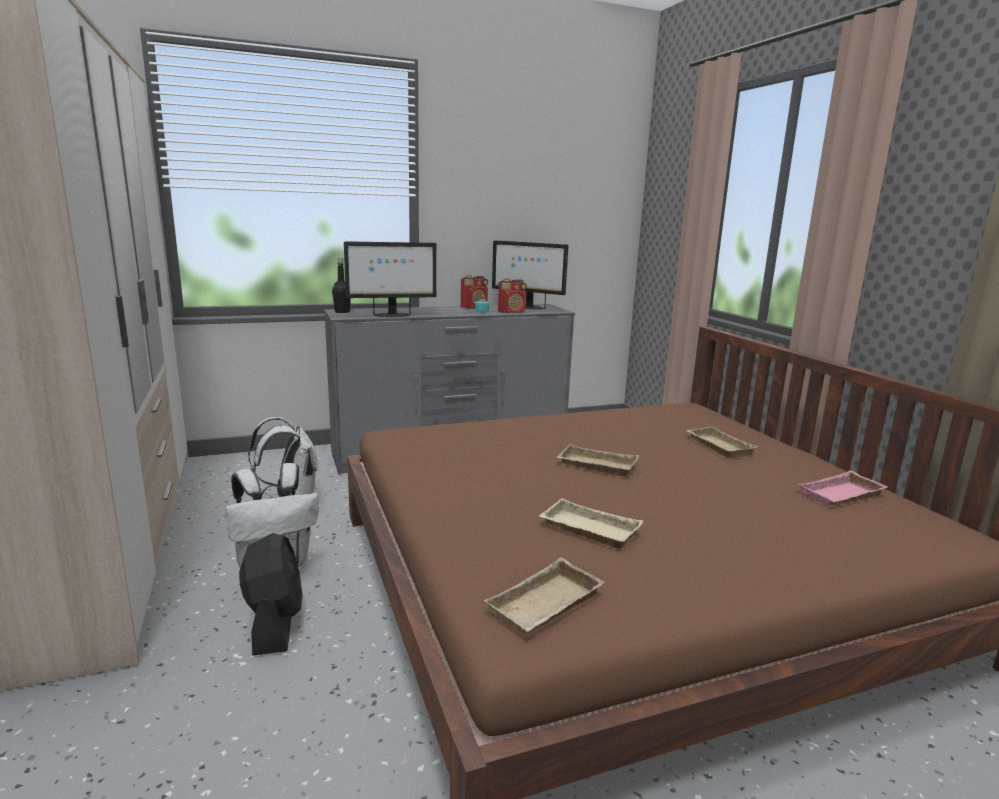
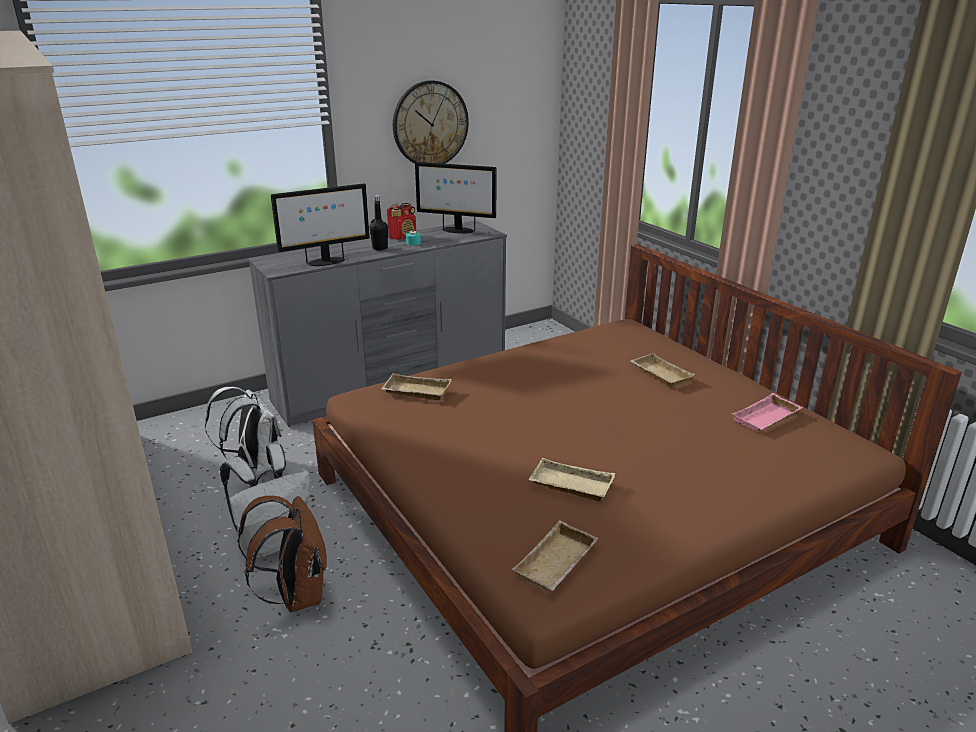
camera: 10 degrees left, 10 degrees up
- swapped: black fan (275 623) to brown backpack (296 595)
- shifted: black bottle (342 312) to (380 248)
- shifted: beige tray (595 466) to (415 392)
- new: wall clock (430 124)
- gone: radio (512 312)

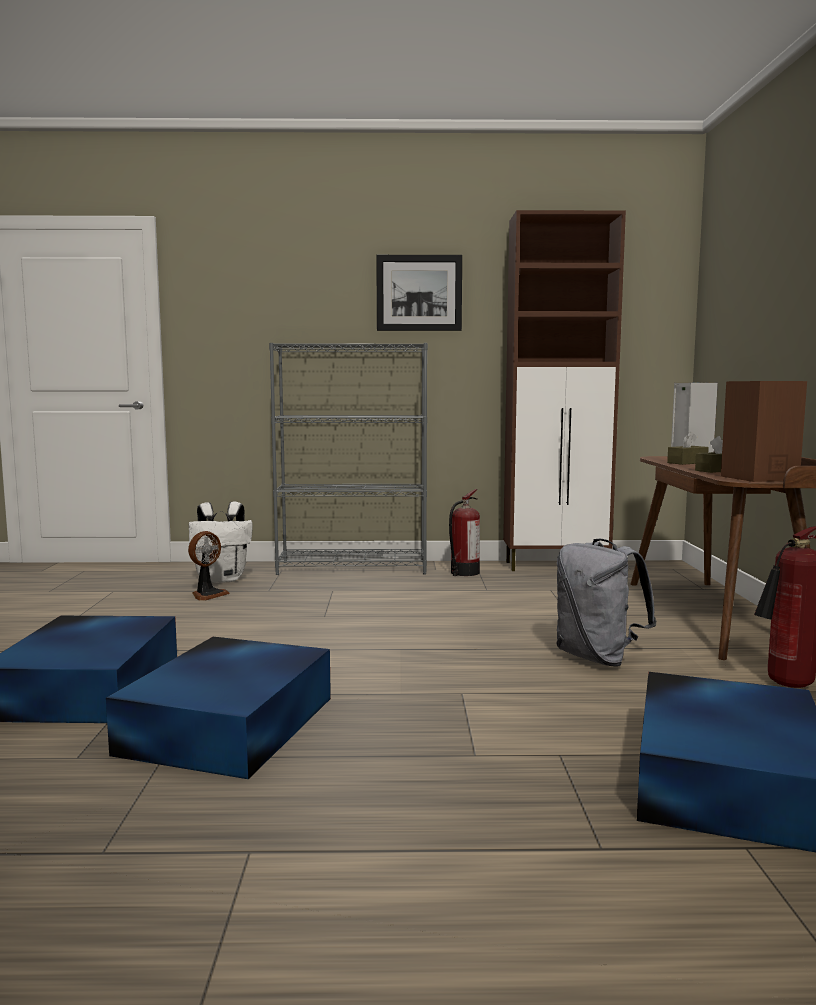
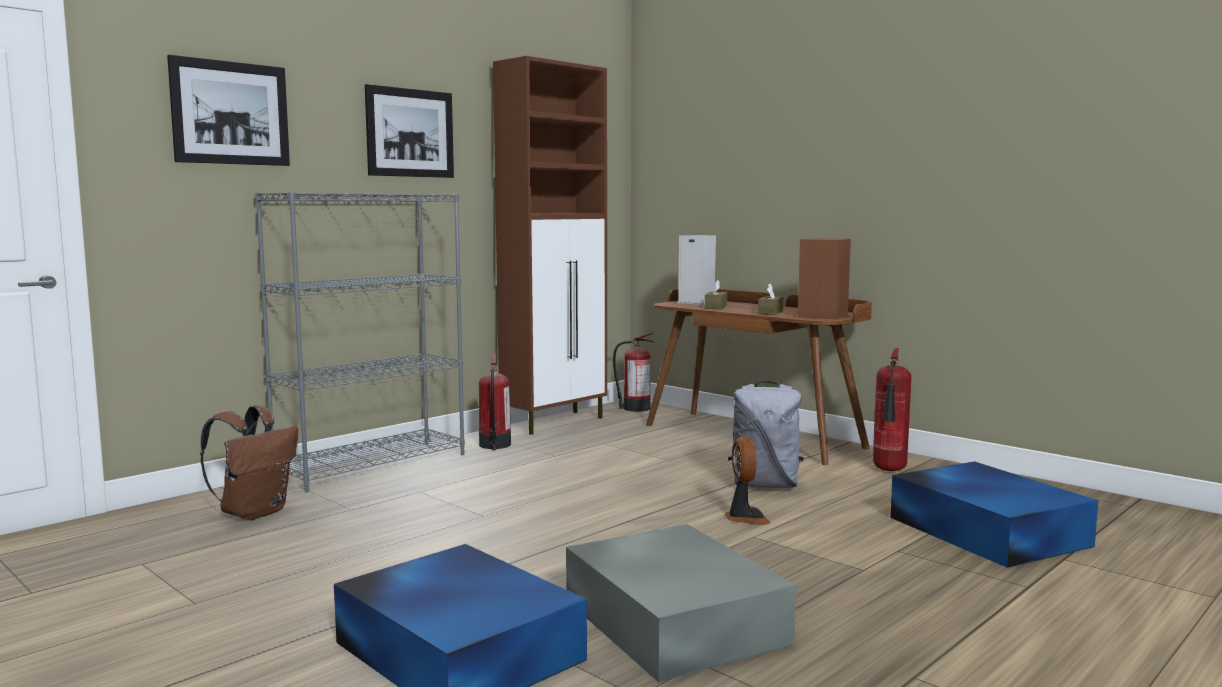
camera: 45 degrees left, 0 degrees up
- new: picture (230 113)
- repainted: white backpack (222 579) to brown backpack (254 512)
- repainted: blue storage box (231 724) to grey storage box (673 619)
- new: fire extinguisher (635 408)
- shifted: fan (207 595) to (745 517)

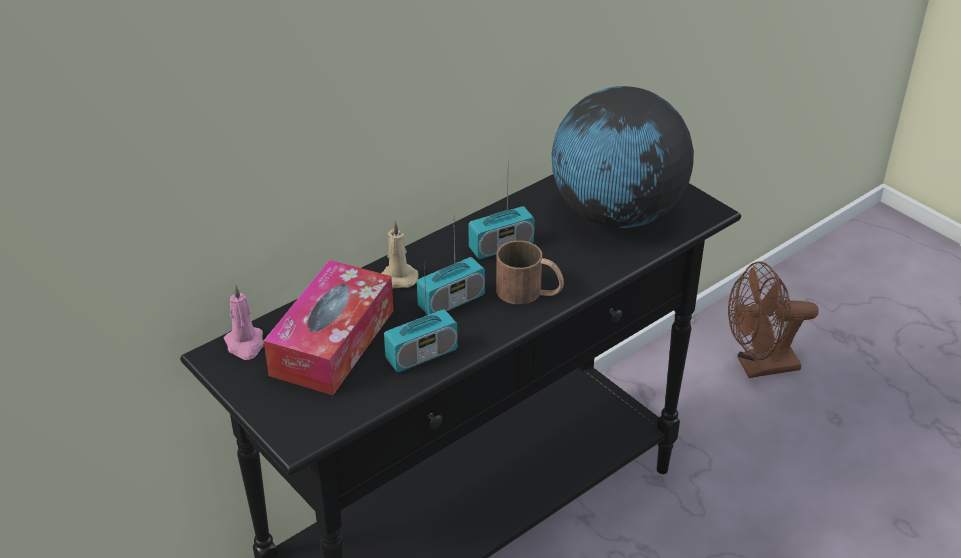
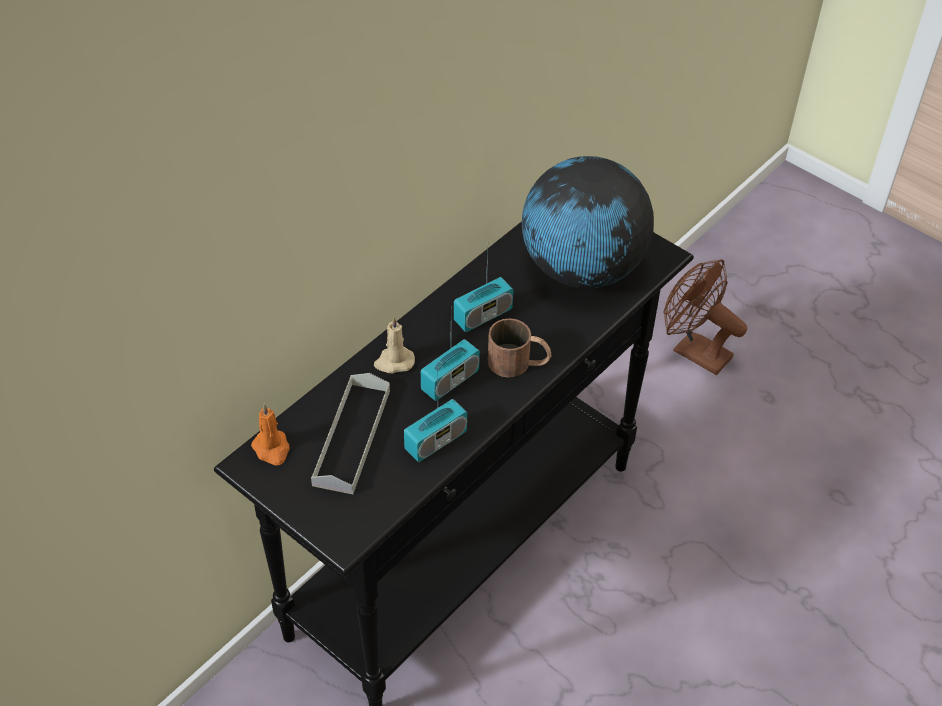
camera: 10 degrees left, 10 degrees up
- repainted: pink candle (245 345) to orange candle (272 449)
- swapped: tissue box (333 342) to grey tray (352 437)
- rotated: brown fan (759 366) = (694 351) 60 degrees clockwise

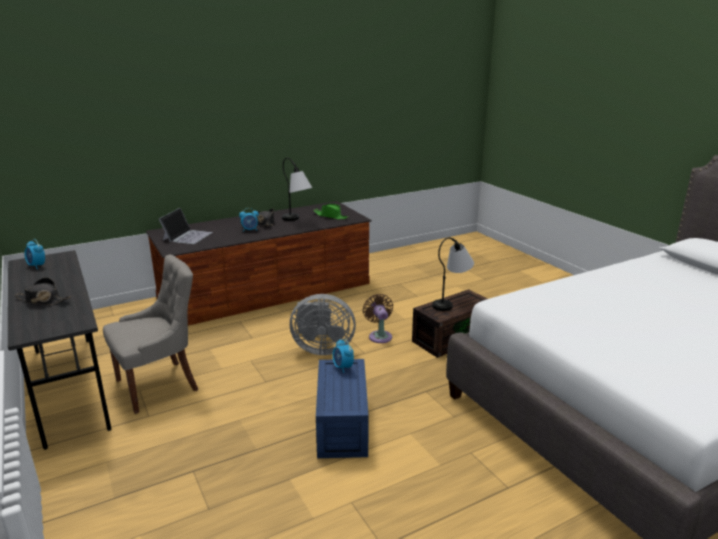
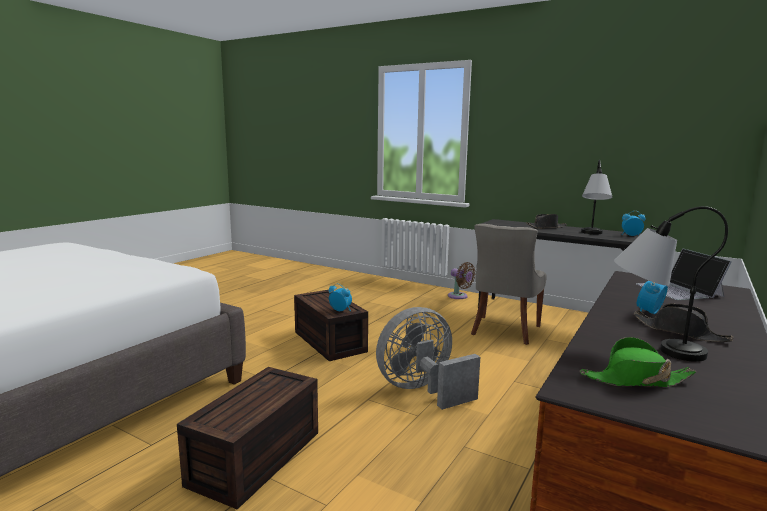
camera: 150 degrees right, 10 degrees down
- repainted: blue storage box (343 426) to brown storage box (328 341)
- shifted: brown fan (379 336) to (459 296)
- shifted: table lamp (452 302) to (591 234)

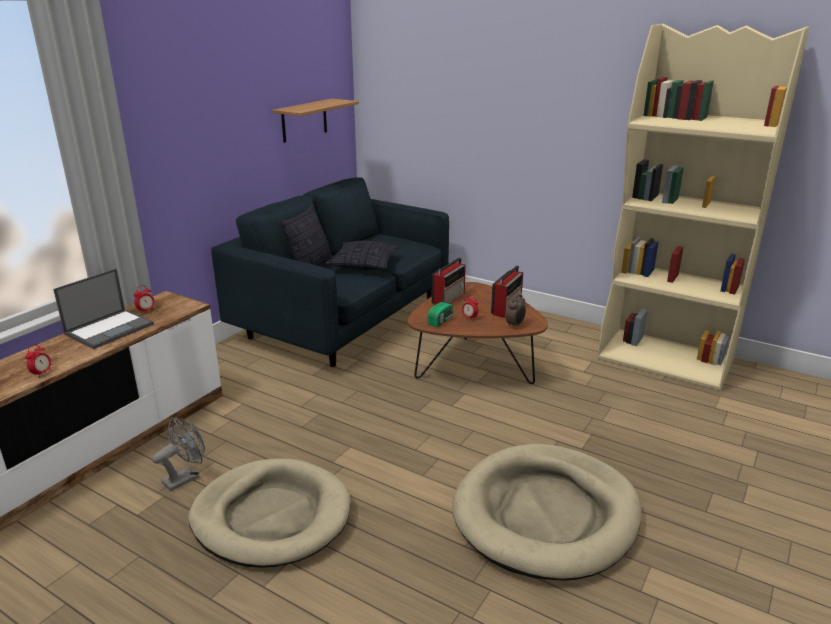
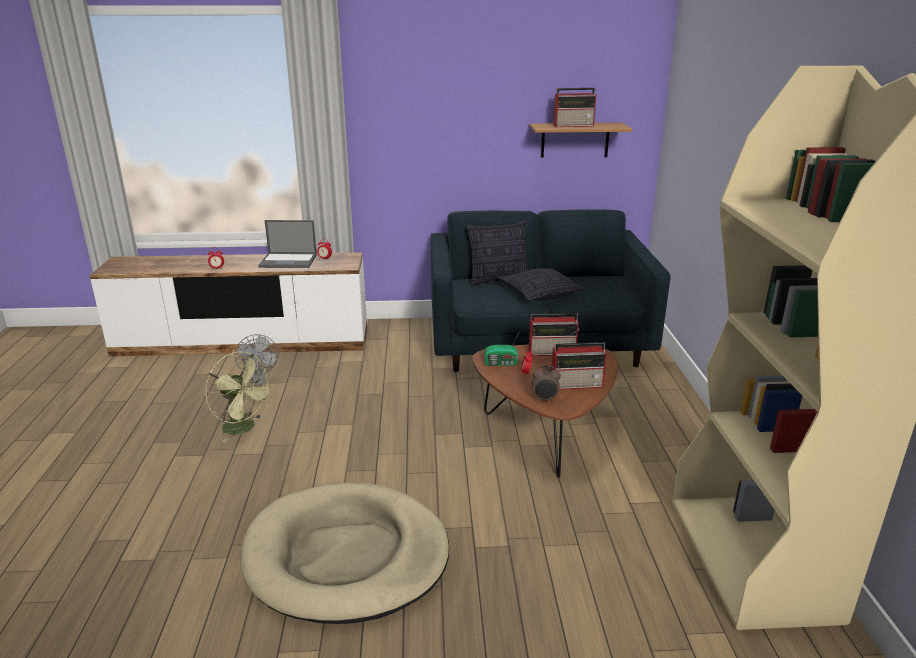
camera: 55 degrees right, 0 degrees up
- swapped: beige dog bed (271 516) to green fan (244 428)
- rotated: grey fan (185 477) = (260 381) 60 degrees clockwise
- new: radio (574 125)

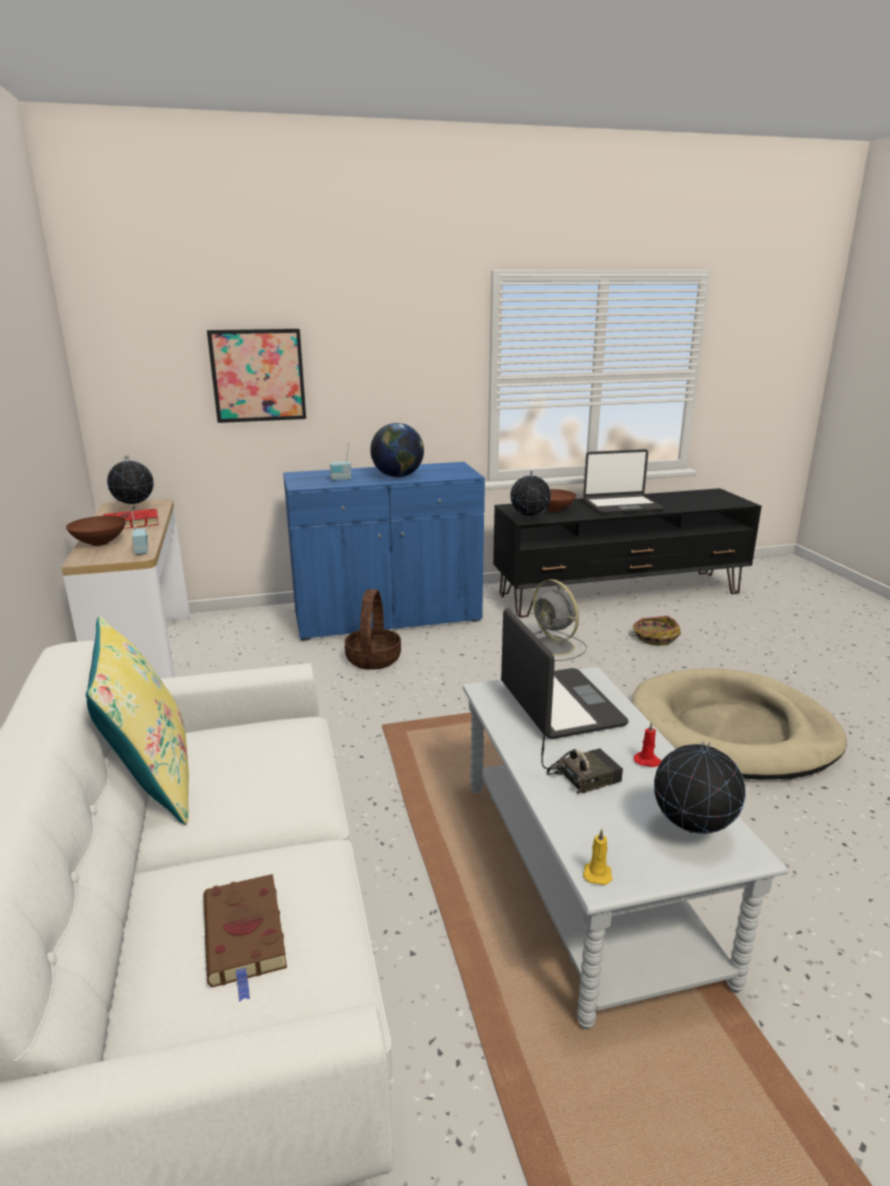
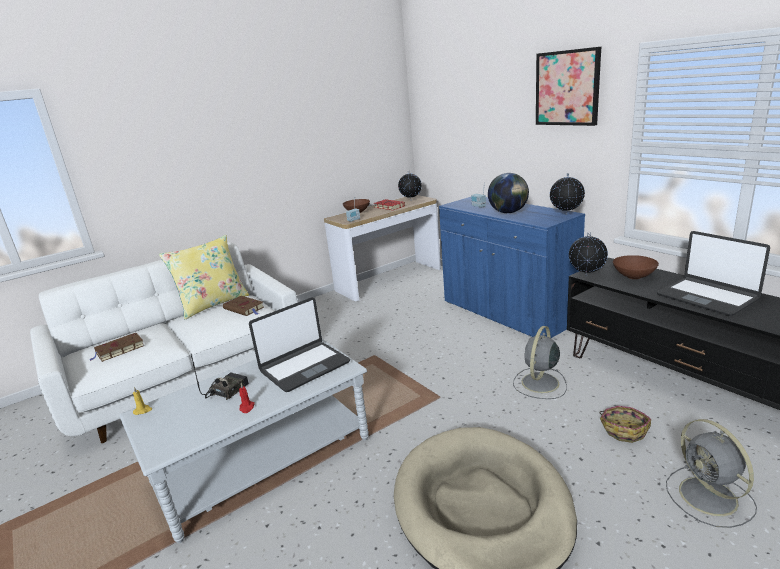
camera: 70 degrees right, 0 degrees up
- rotated: radio (583 776) = (227 390) 105 degrees counterclockwise
- new: brown book (245 308)
- shifted: picture (258 375) to (567 88)
- shifted: globe (692 833) to (566 214)
- new: grey fan (710 498)
- gone: basket (373 658)

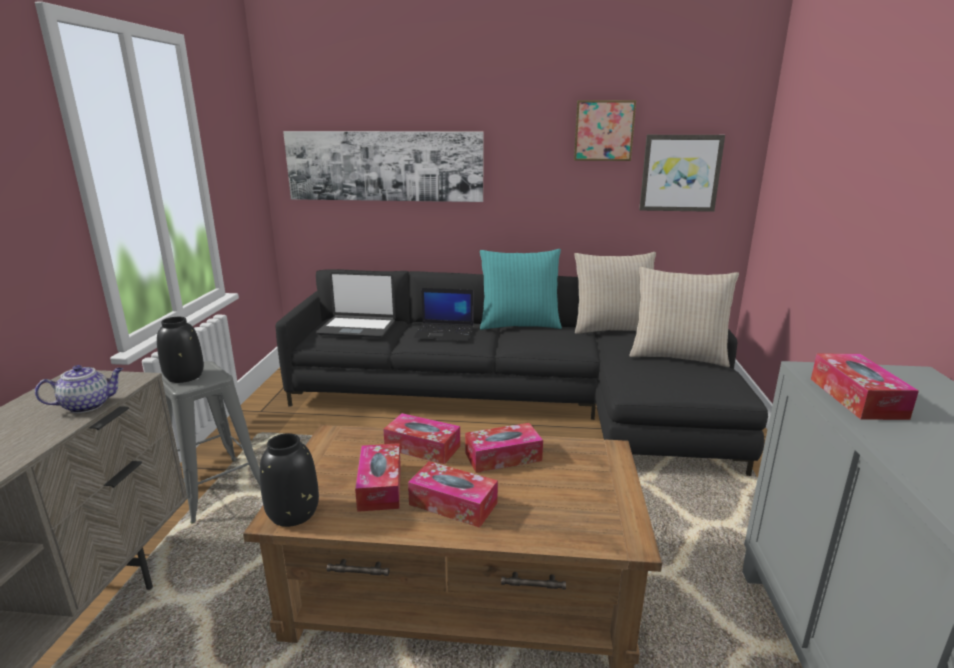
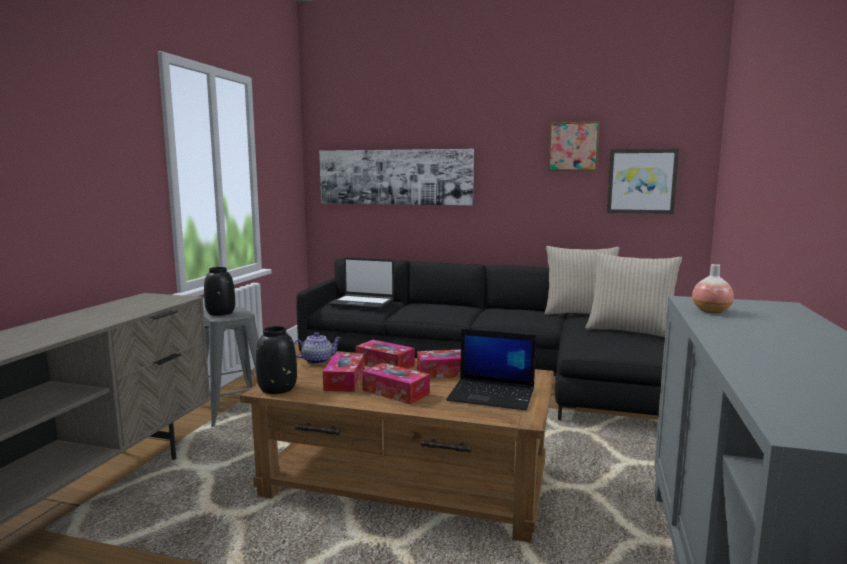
camera: 10 degrees right, 10 degrees down
- shifted: teapot (88 405) to (317 360)
- shifted: laptop (445 332) to (493 395)
- swapped: tissue box (856 398) to vase (711 311)
- gone: turquoise pillow (519 325)

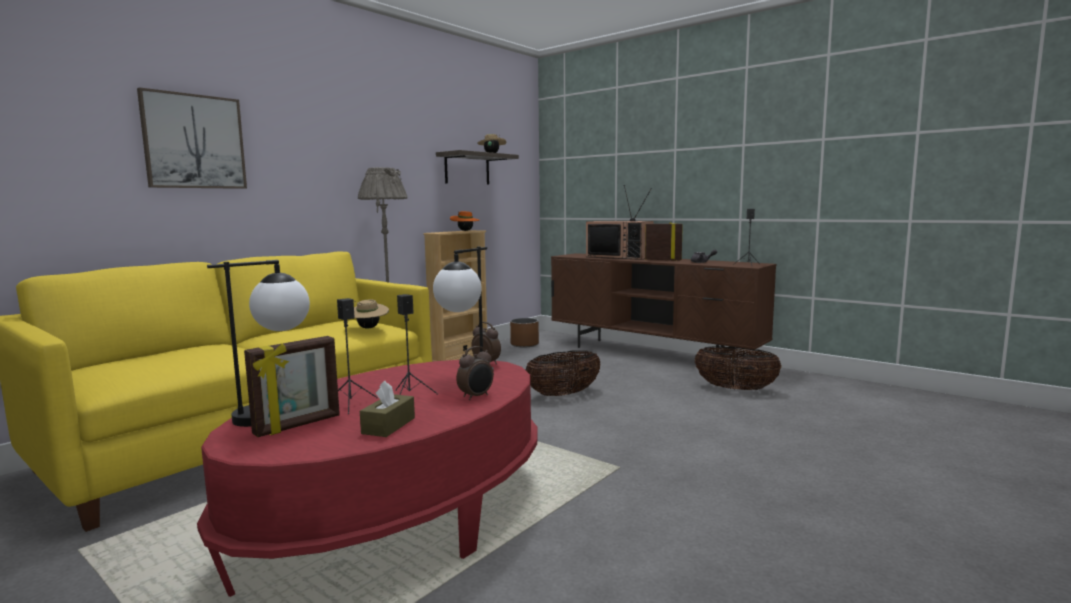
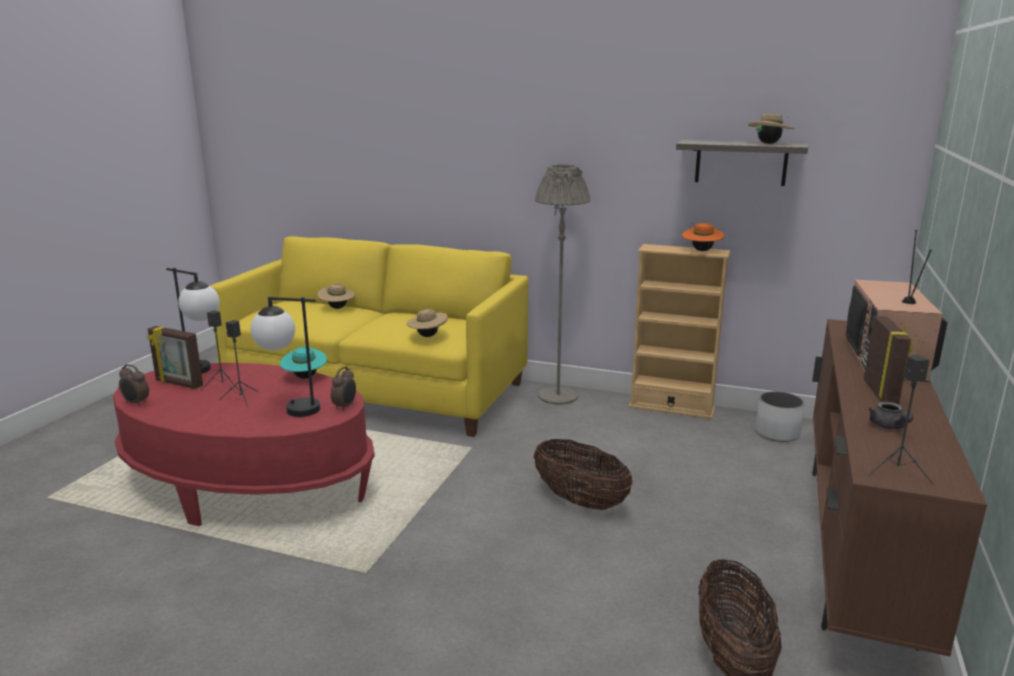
camera: 70 degrees right, 10 degrees up
- shifted: alarm clock (476 396) to (136 403)
- new: turquoise hat (304 377)
- new: beige hat (337 308)
- repainted: brown planter (524 344) to white planter (777 433)
- gone: picture (194 142)
- gone: brown tissue box (388 425)

